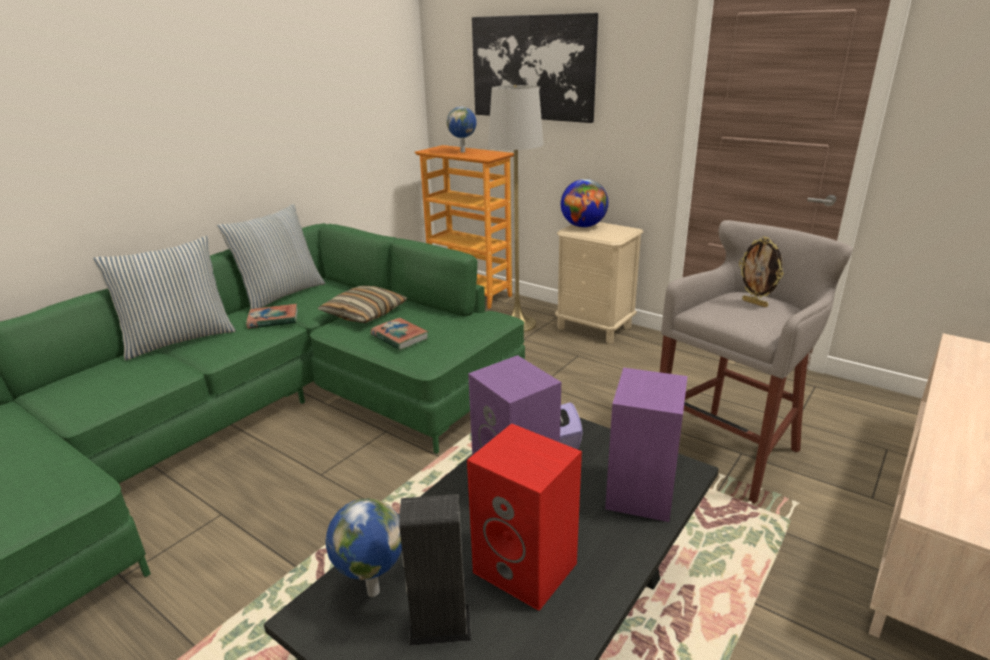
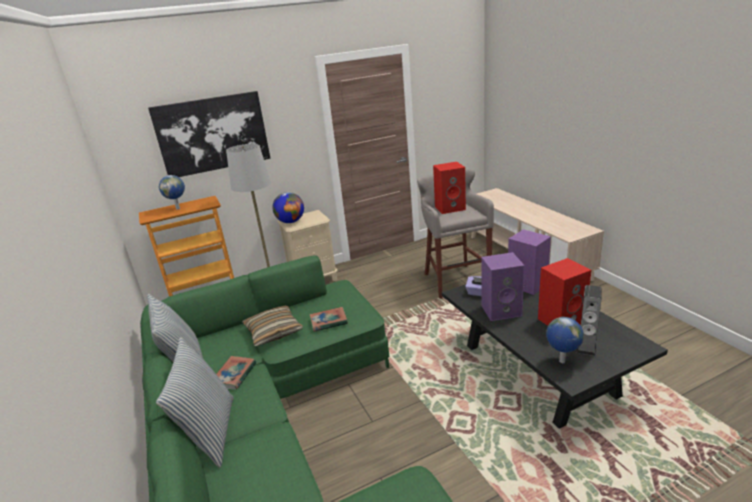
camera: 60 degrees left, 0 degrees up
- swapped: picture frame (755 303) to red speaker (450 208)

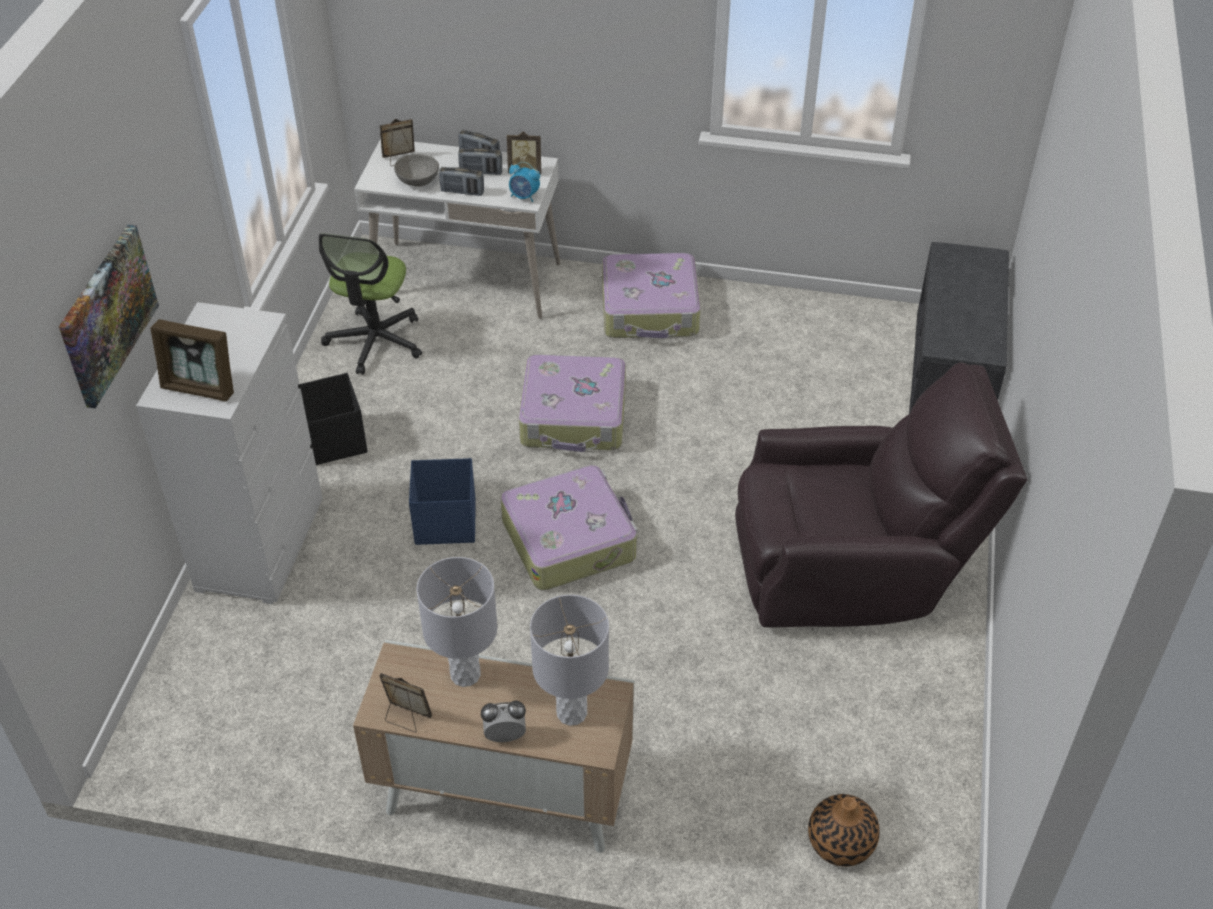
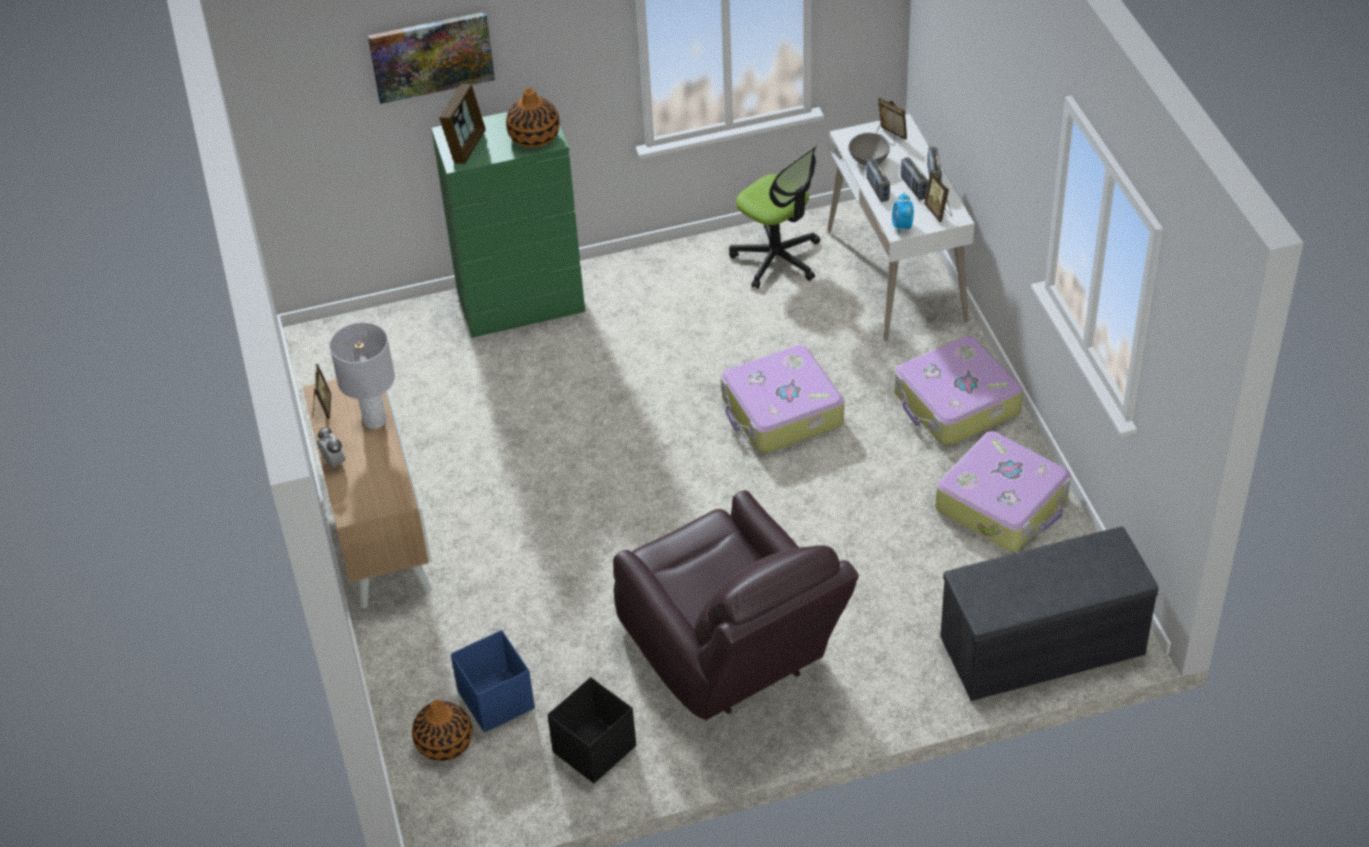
camera: 65 degrees right, 0 degrees up
- repainted: white dresser (261 544) to green dresser (522 304)
- rotated: picture frame (200 388) = (466 146) 150 degrees counterclockwise
- shifted: blue storage box (444 522) to (496 699)
- new: vase (534 137)
- shifted: black storage box (334 441) to (593 750)
- rotated: office chair (375 341) = (777 259) 120 degrees counterclockwise
- shifted: suitcase (569 539) to (1003 503)
- gone: grey table lamp (571 713)

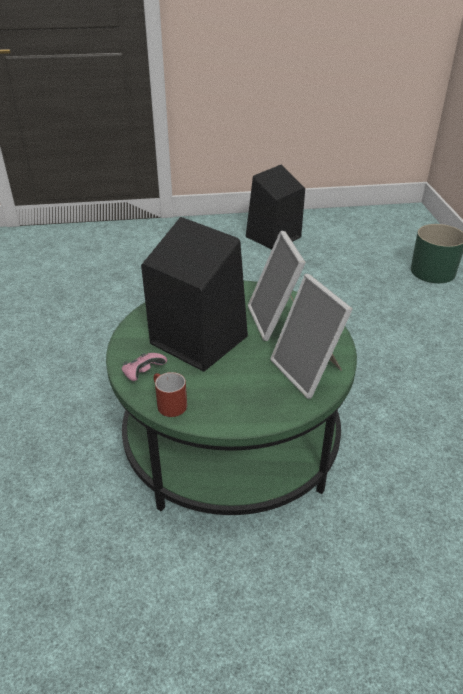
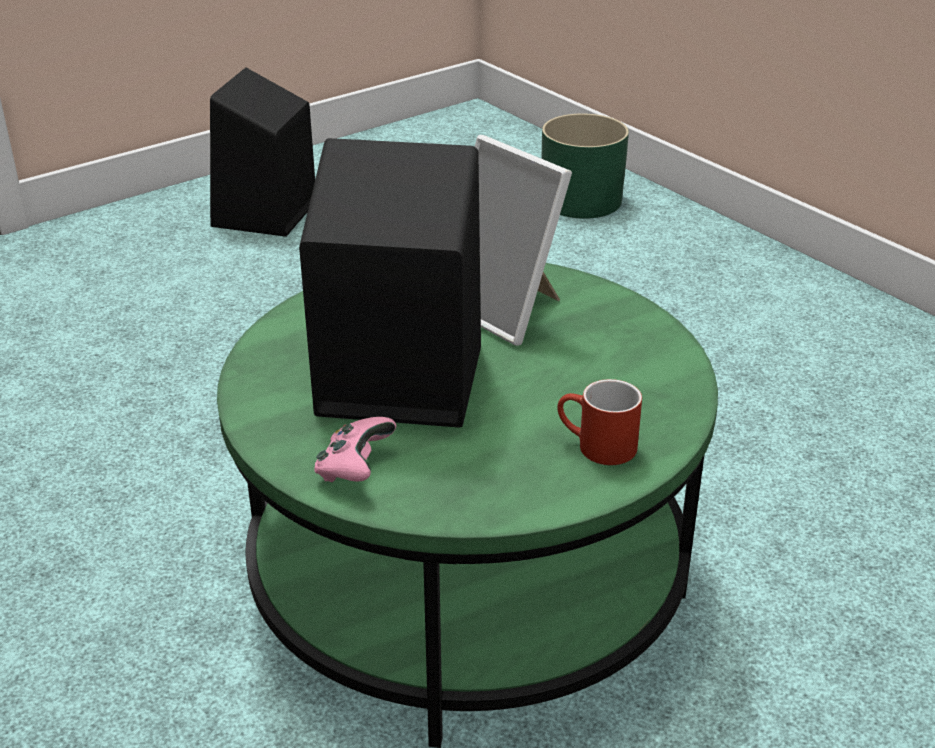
camera: 30 degrees left, 5 degrees down
- shifted: red mug (167 404) to (596 447)
- gone: picture frame (309 372)

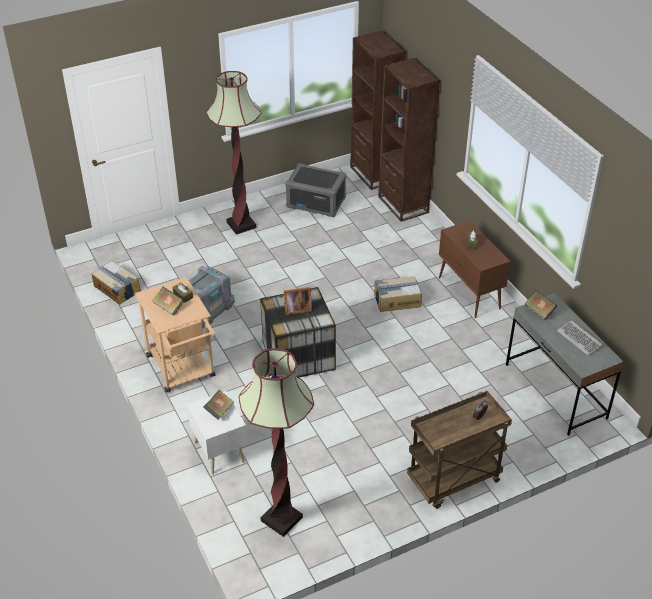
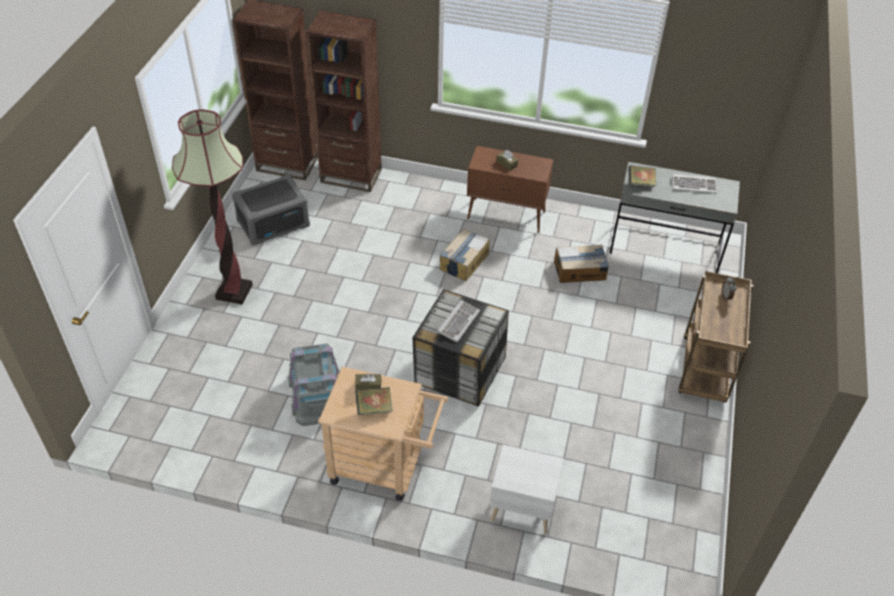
camera: 50 degrees left, 5 degrees up
- swapped: picture frame (296 309) to keyboard (458 322)
- shifted: cardboard box (117 289) to (580 270)
- gone: book (219 411)
- gone: floor lamp (281 519)

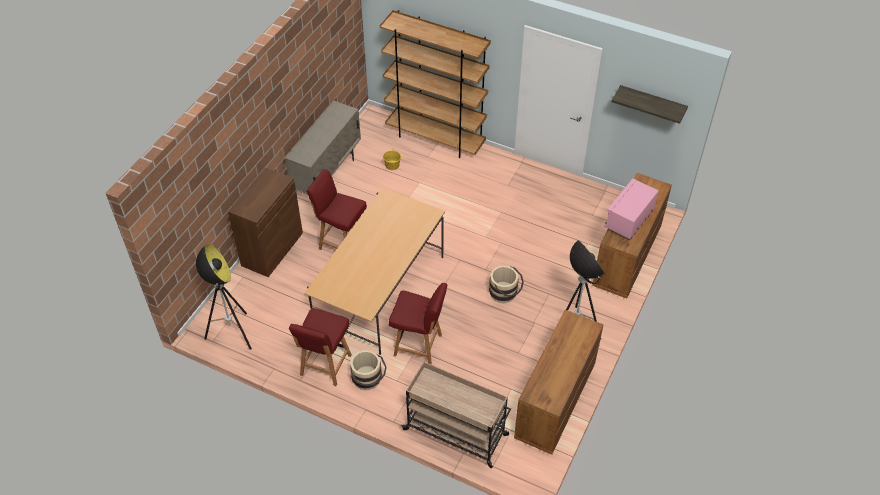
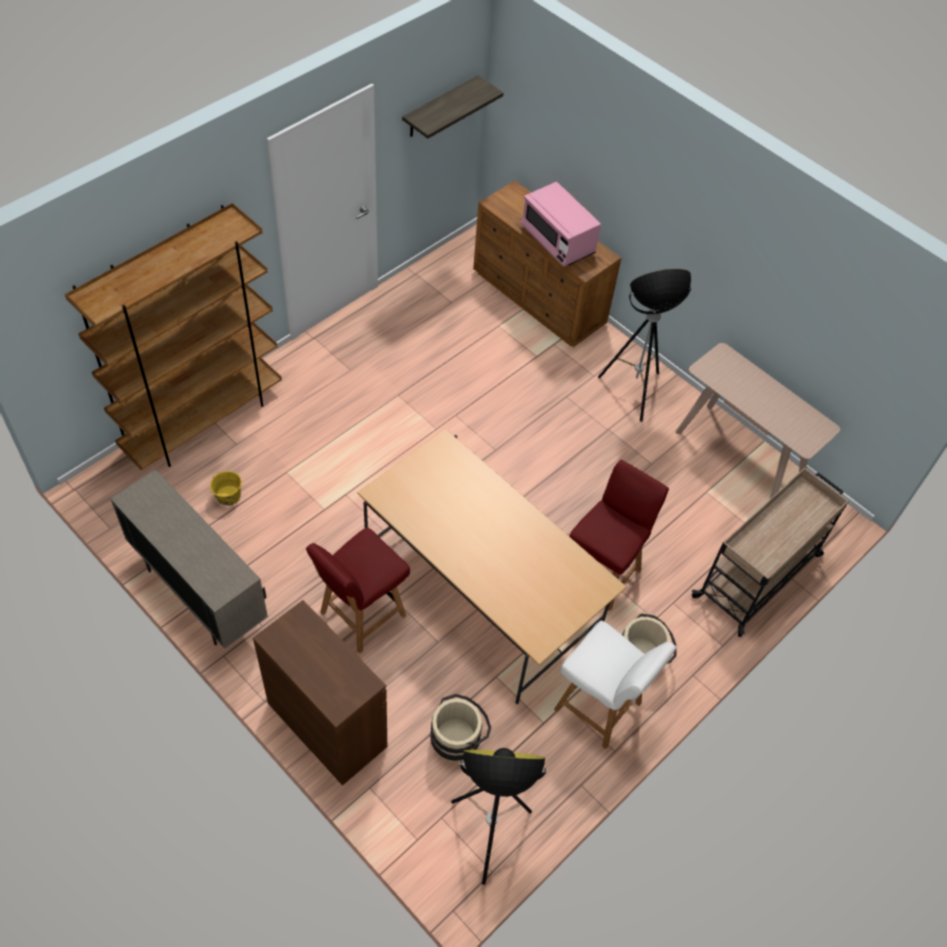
camera: 75 degrees left, 5 degrees up
- shifted: beige bucket (505 294) to (459 737)
- repainted: red chair (325 366) to white chair (599 708)
- swapped: brown dresser (554 402) to beige console table (739 454)

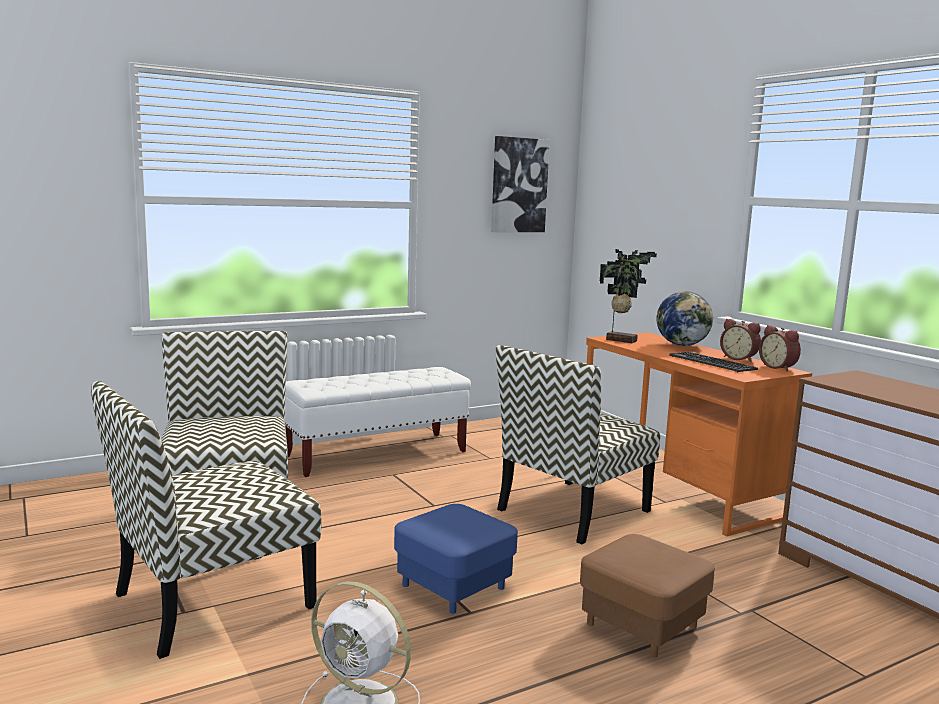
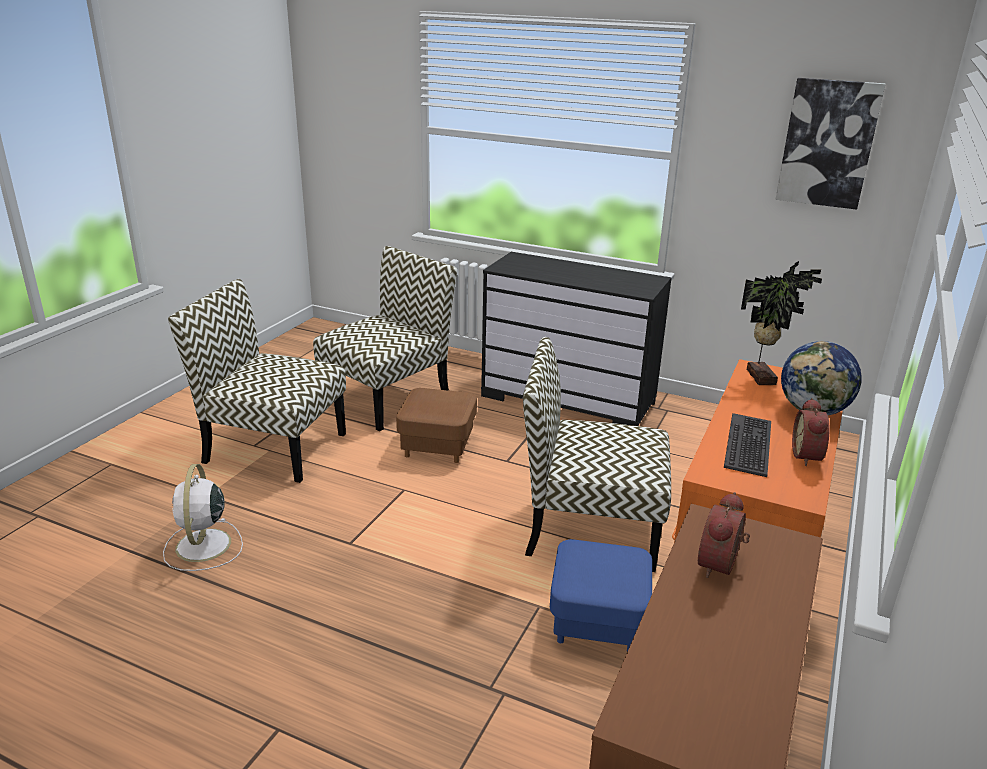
camera: 55 degrees right, 15 degrees up
- shifted: brown ottoman (642 625) to (437 446)
- swapped: white bench (377 454) to black dresser (568 399)
- shifted: blue ottoman (454 586) to (597 622)
- shifted: alarm clock (779 367) to (721 565)

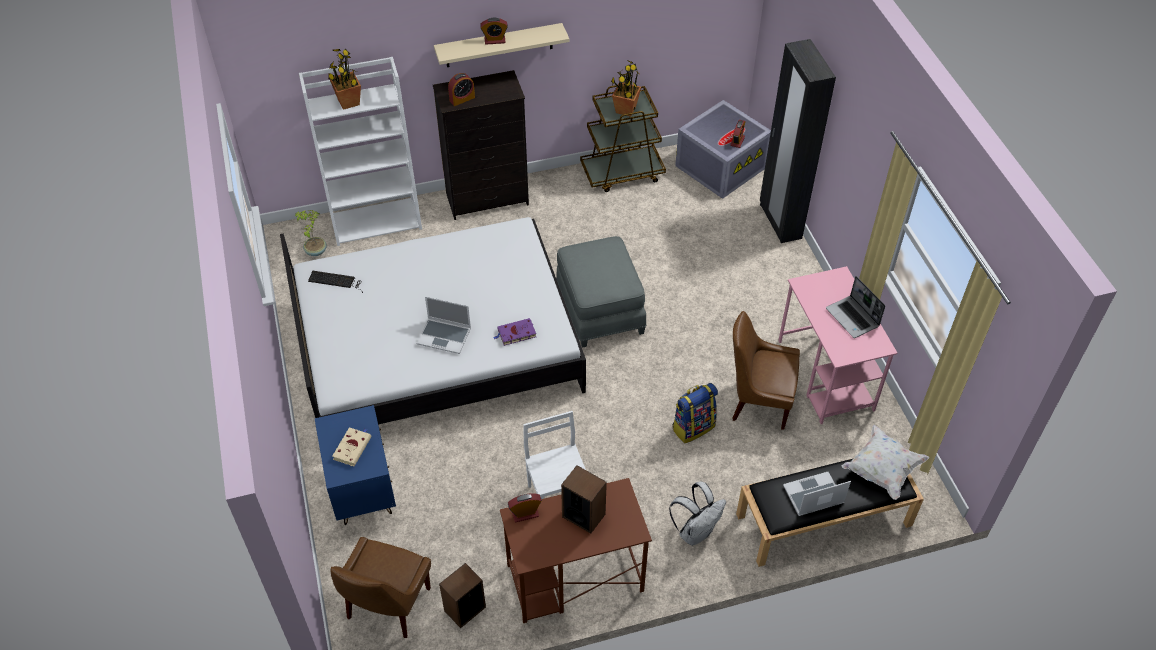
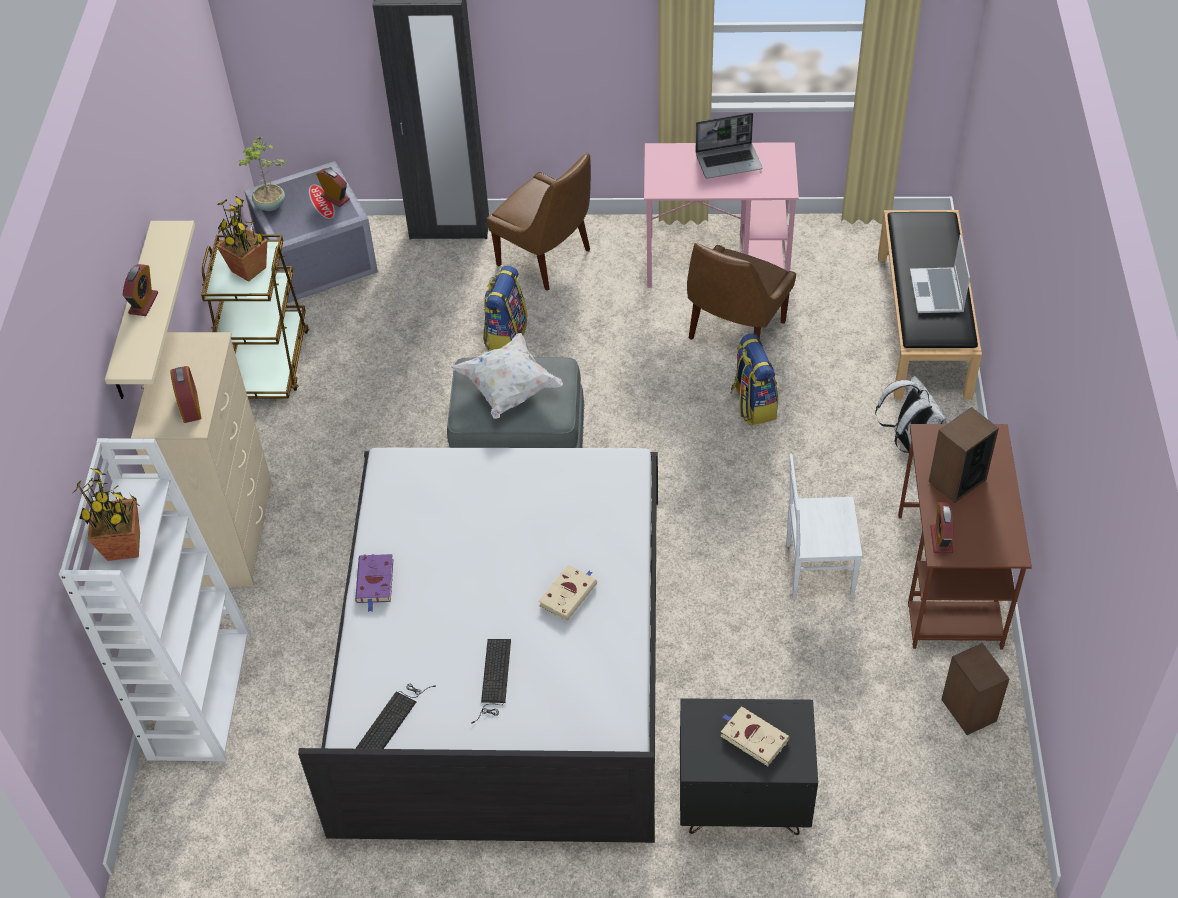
camera: 70 degrees left, 0 degrees up
- repainted: black dresser (488 199) to beige dresser (233 534)
- shifted: potted plant (315 251) to (270 205)
- shifted: purple book (515 334) to (375 582)
- shifted: white pillow (882 470) to (509 388)
- new: keyboard (494 679)
- new: backpack (505 335)
- shifted: brown chair (387 606) to (546 259)
- swapped: laptop (445 336) to beige book (568 594)
- repainted: blue nightstand (362 490) to black nightstand (742 803)

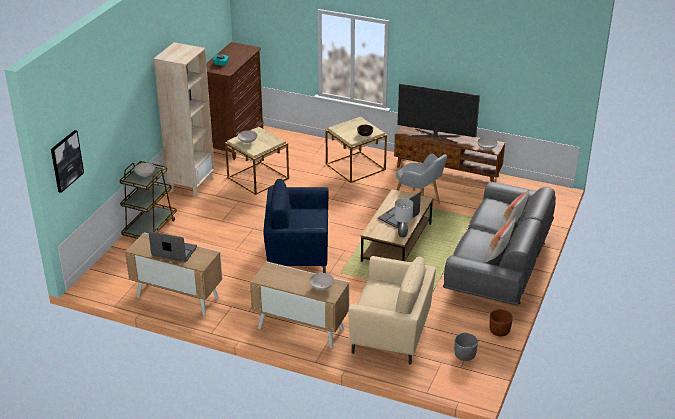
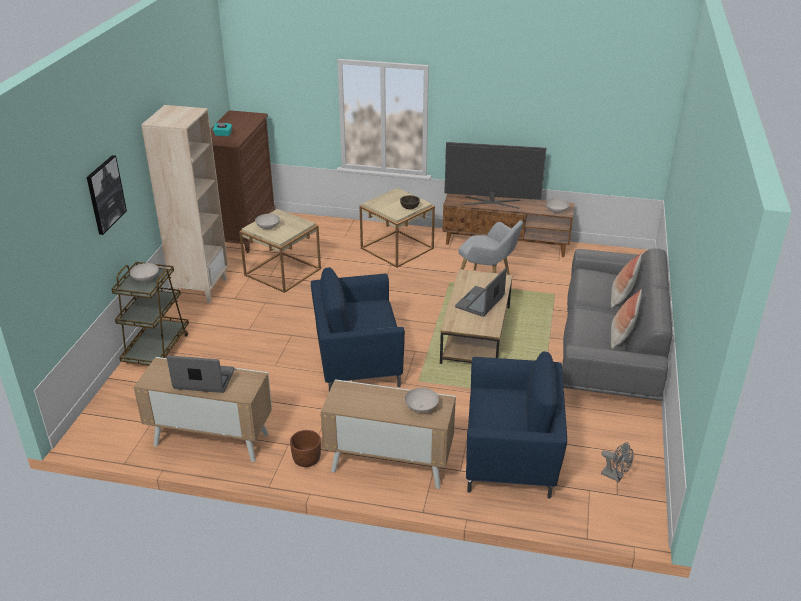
camera: 10 degrees left, 0 degrees up
- shifted: picture (66 161) to (105 194)
- shifted: brown planter (499 331) to (306 459)
- repainted: beige armchair (392 334) to blue armchair (511 458)
- swapped: grey planter (465 355) to grey fan (615 476)
- gone: grey table lamp (403 235)

